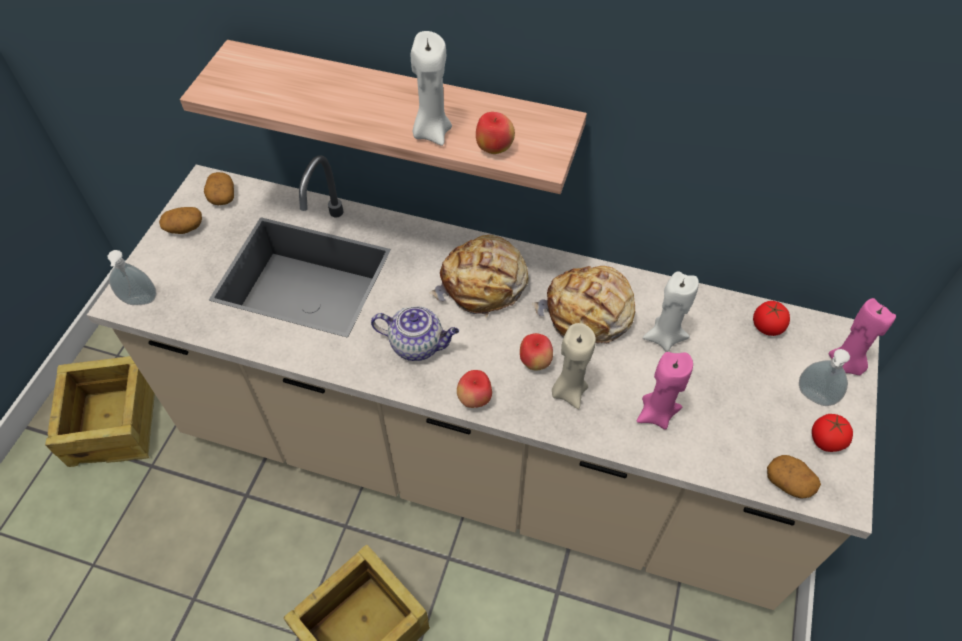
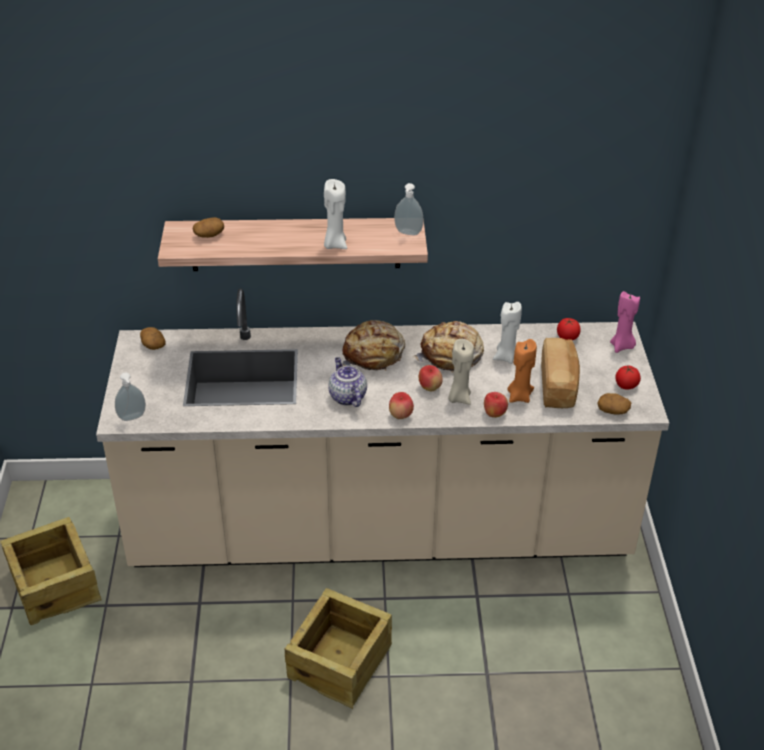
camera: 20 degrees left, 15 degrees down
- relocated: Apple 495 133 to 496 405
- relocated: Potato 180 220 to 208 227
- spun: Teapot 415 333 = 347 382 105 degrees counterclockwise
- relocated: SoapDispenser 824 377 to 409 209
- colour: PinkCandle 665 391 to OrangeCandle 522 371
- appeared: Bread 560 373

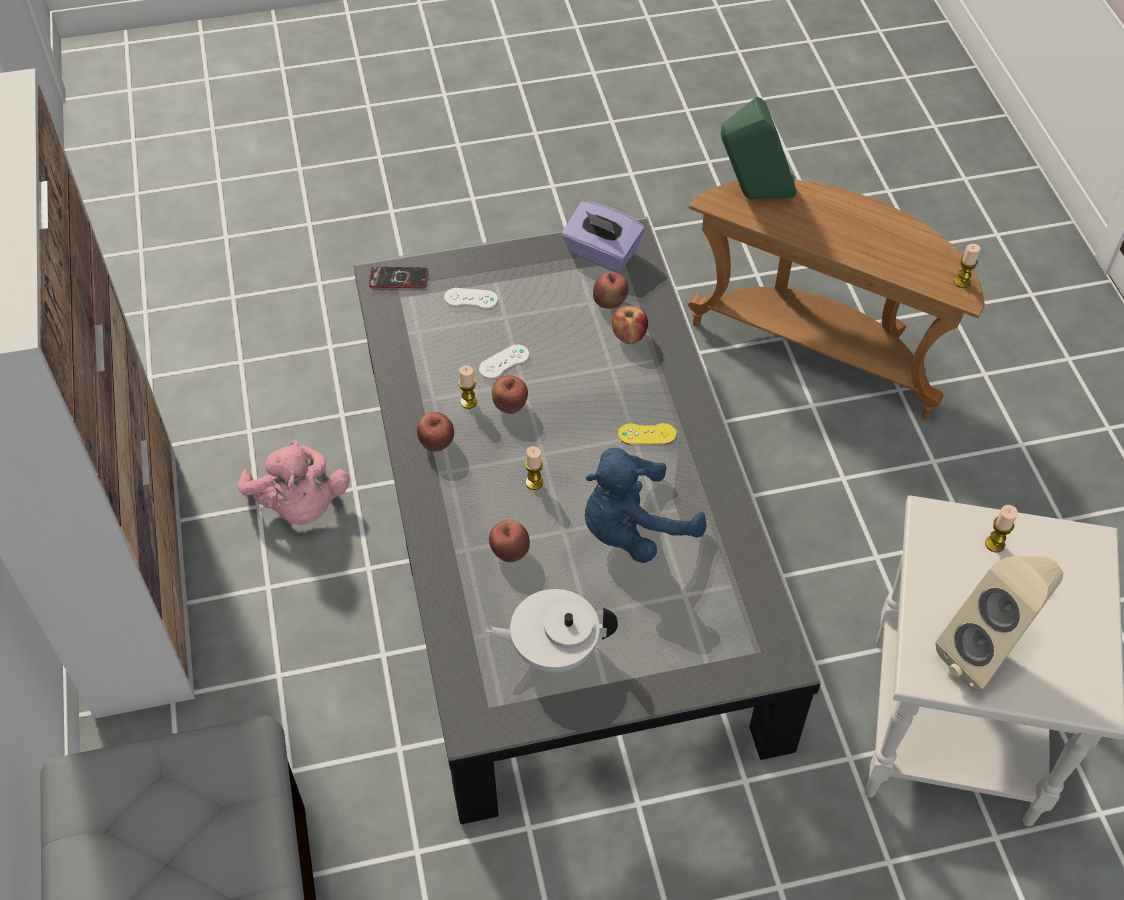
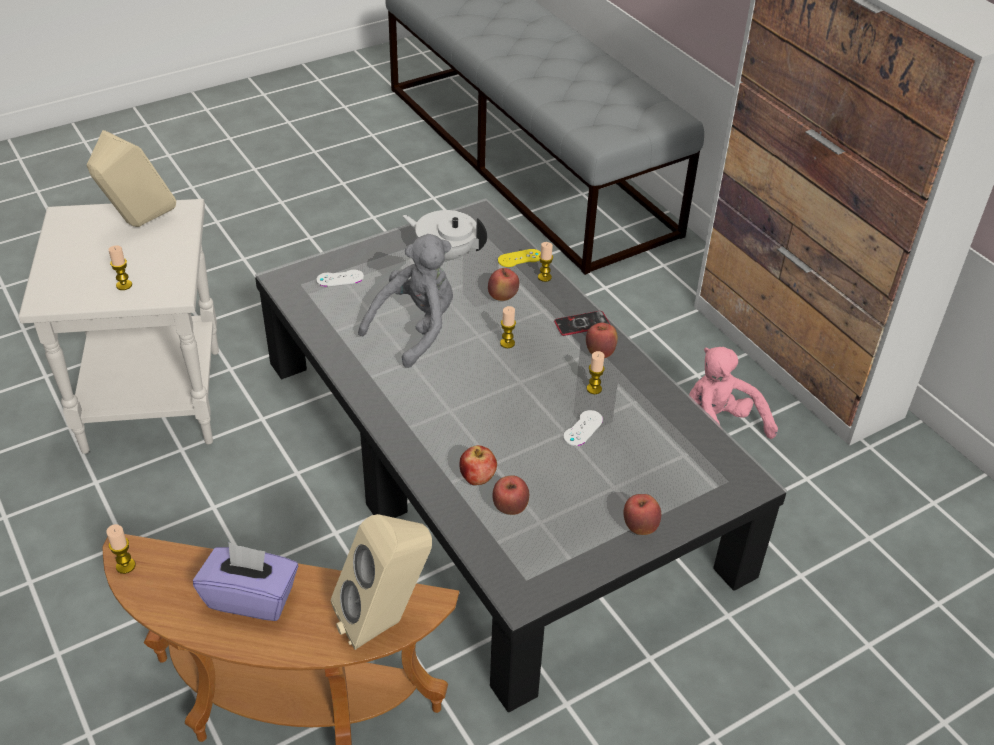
camera: 160 degrees right, 10 degrees down
- colour: GreenSpeaker 759 148 to BeigeSpeaker 381 582
- relocated: PurpleTissueBox 603 237 to 245 581
- relocated: Phone 398 277 to 582 323
- relocated: WhiteGameController 471 298 to 340 278
- relocated: Apple 510 394 to 642 514
- relocated: YellowGameController 647 434 to 519 258
- colour: BluePlushToy 645 505 to GreyPlushToy 405 301
- spun: WhiteTeapot 551 631 = 445 235 135 degrees counterclockwise
- appeared: Candle 545 262

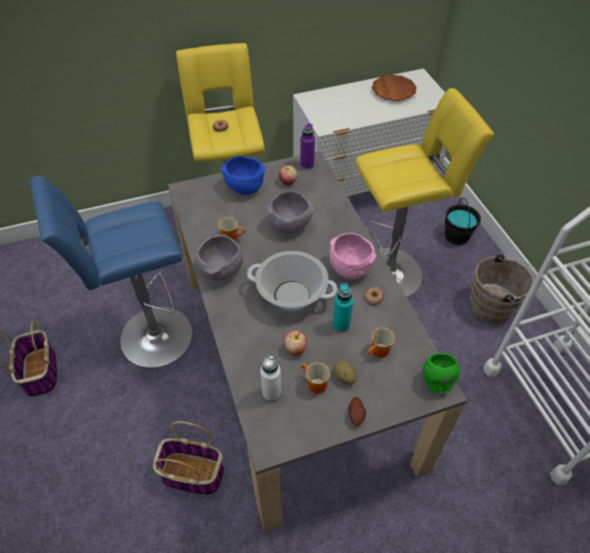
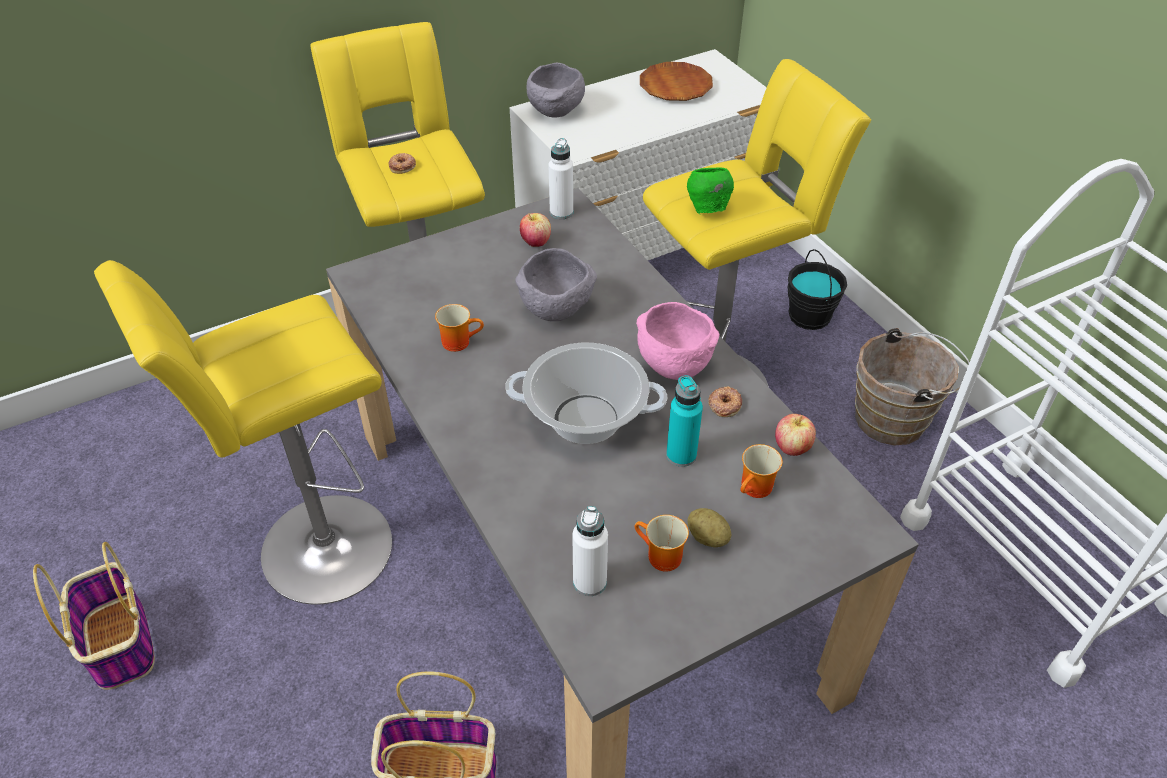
camera: 10 degrees left, 5 degrees down
- colour: PurpleBottle 307 146 to WhiteBottle 560 178
- missing: BlueBowl 243 175
- colour: BlueStool 111 271 to YellowStool 243 432
- relocated: GreyBowl 219 257 to 555 90
- relocated: Apple 295 342 to 795 435
- relocated: GreenBowl 441 373 to 710 191
- missing: Potato 357 411

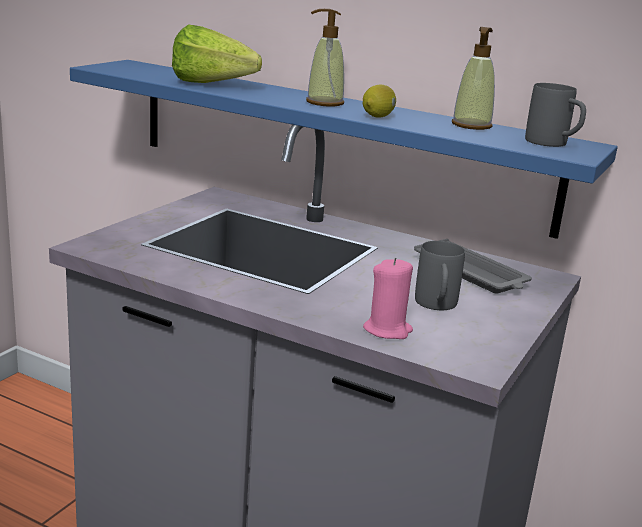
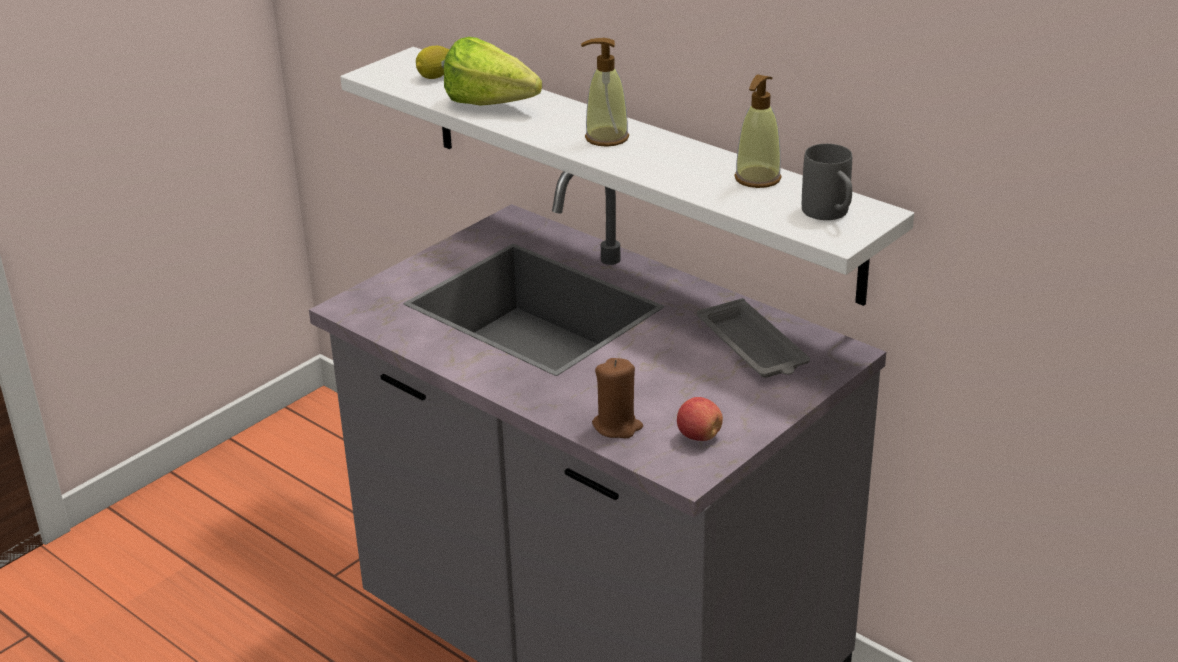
camera: 15 degrees right, 10 degrees up
- colour: BlueShelf 344 149 to WhiteShelf 627 176
- relocated: Lemon 379 101 to 432 62
- missing: GreyMug 440 275
- colour: PinkCandle 388 298 to BrownCandle 617 398
- appeared: Apple 700 419

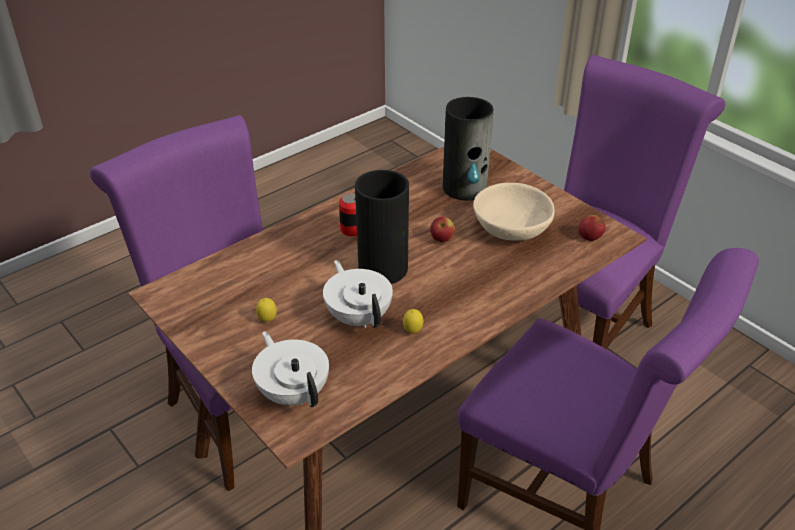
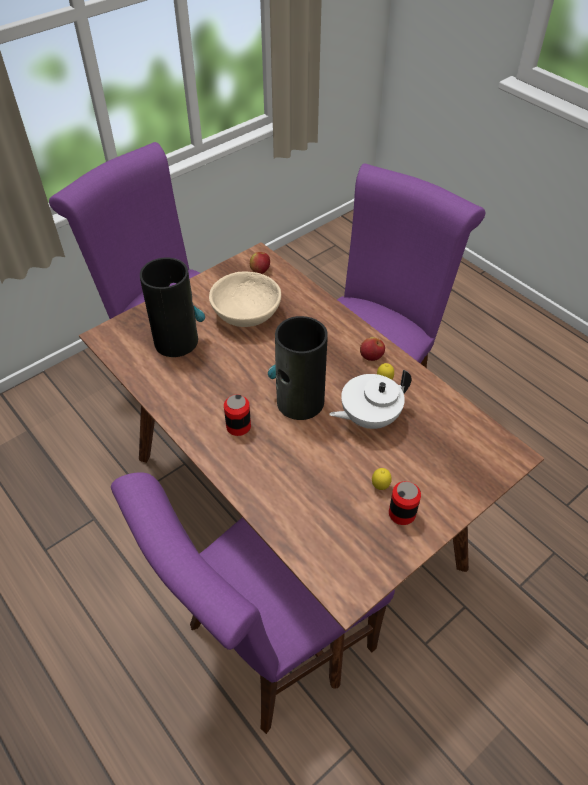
camera: 90 degrees left, 10 degrees up
- relocated: Apple 442 229 to 372 349
- missing: WhiteTeapot 290 369
- appeared: Can 405 503

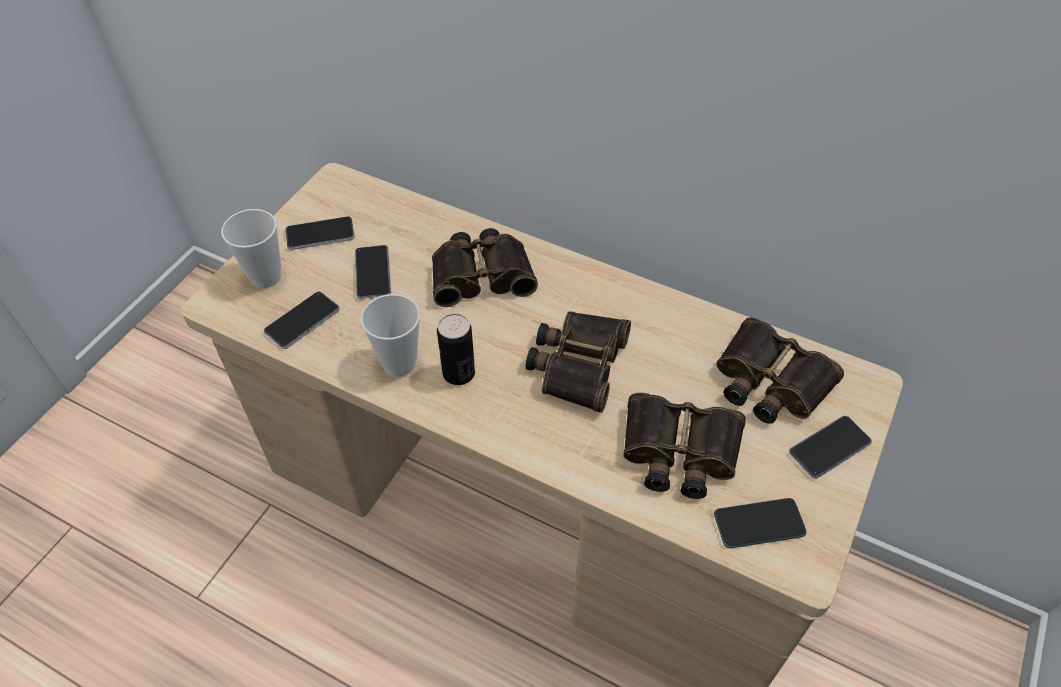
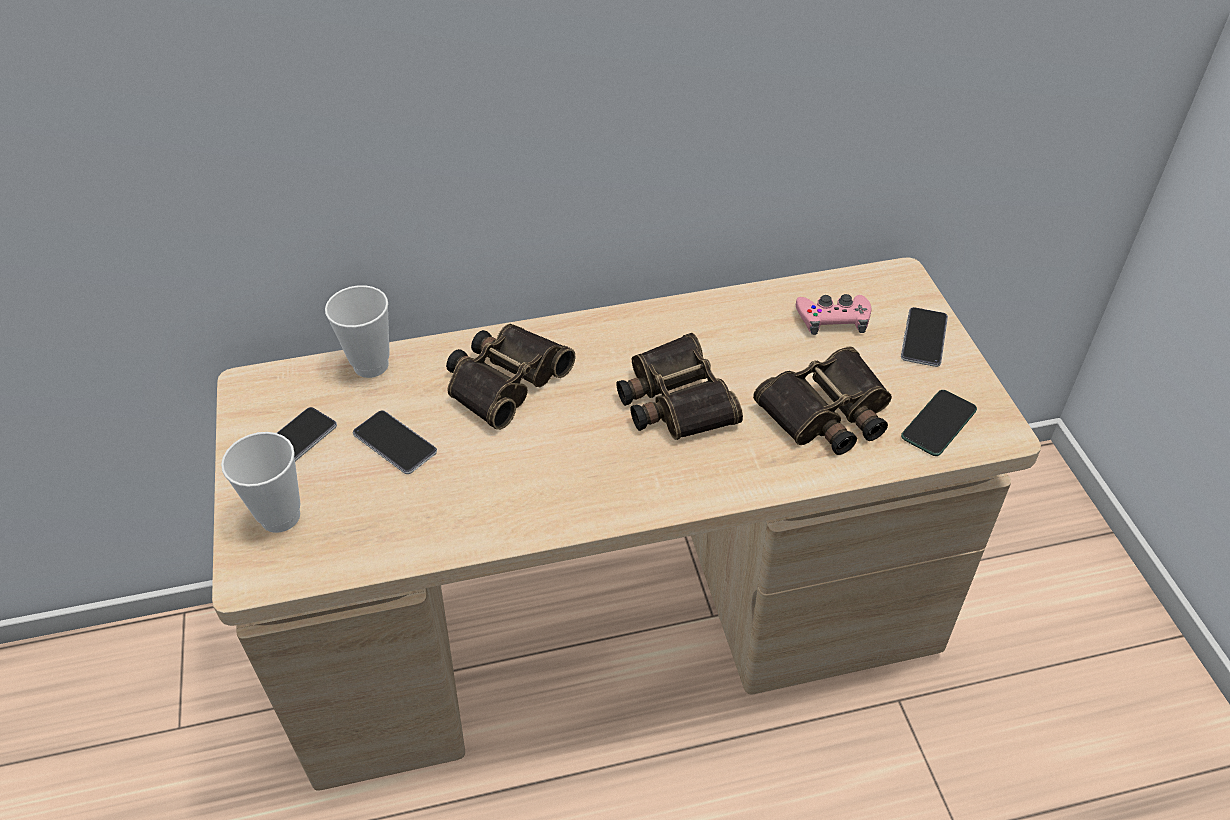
camera: 40 degrees left, 5 degrees down
- missing: Phone 301 320
- relocated: Cup 390 335 to 357 331
- missing: Can 456 349
- exchanged: Binoculars 780 370 to PinkGameController 833 314

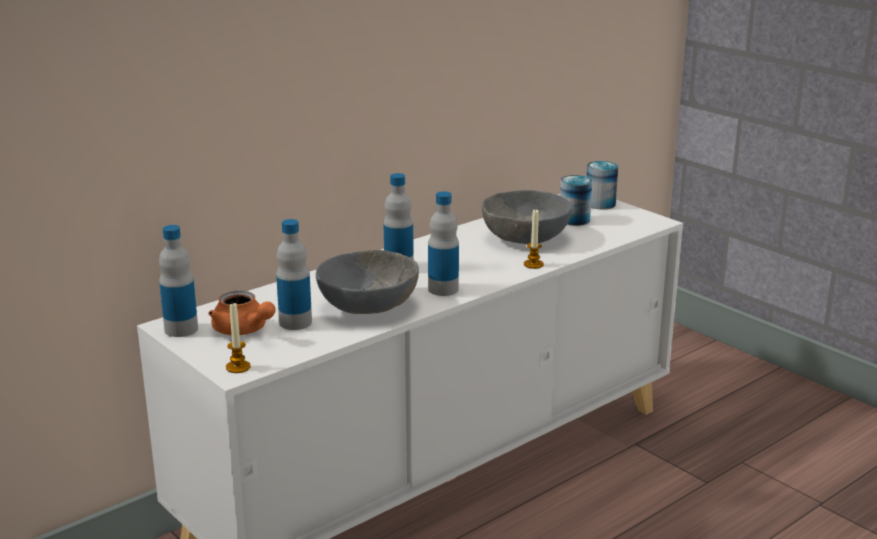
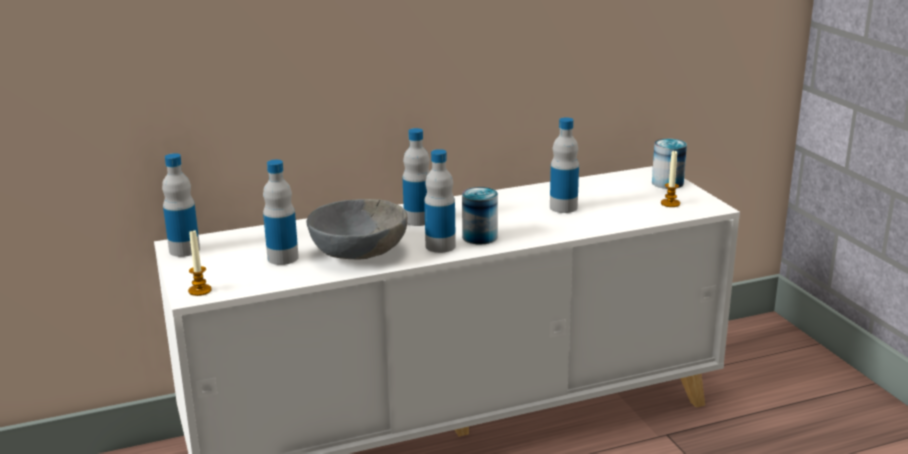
camera: 20 degrees right, 0 degrees up
- relocated: Can 576 200 to 480 216
- exchanged: GreyBowl 527 217 to Bottle 564 165
- relocated: Candle 534 239 to 670 178
- missing: OrangeTeapot 242 312

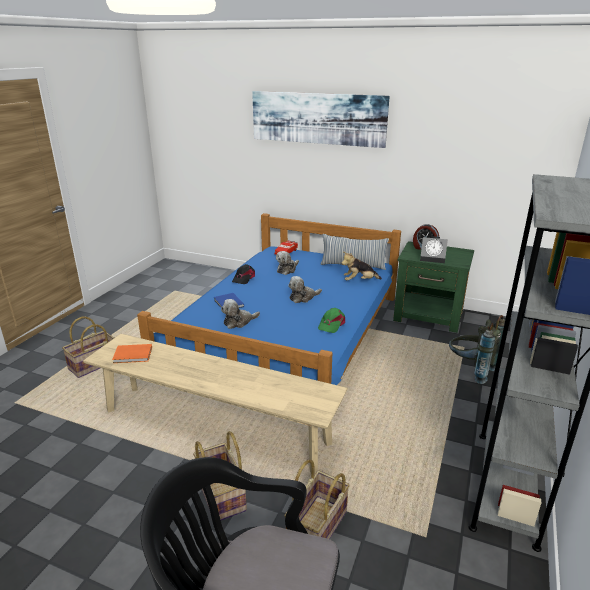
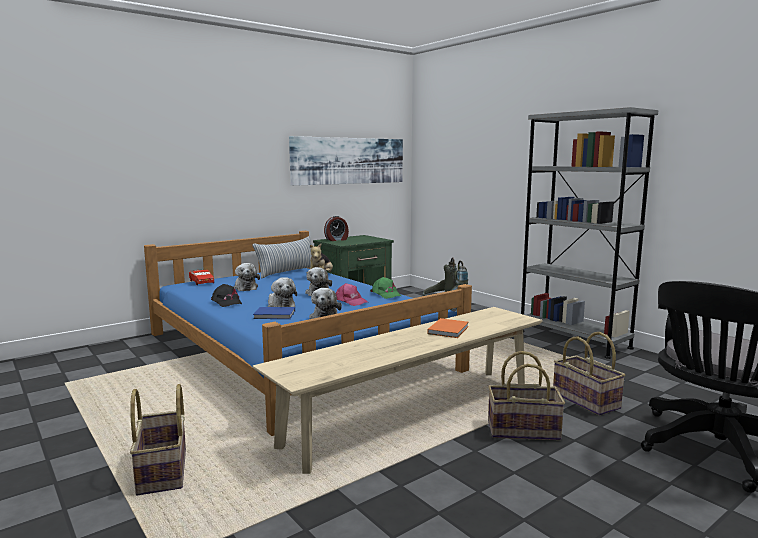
camera: 60 degrees left, 15 degrees down
- relocated: Picture 321 119 to 346 161
- missing: AlarmClock 434 249
- relocated: OrangeBook 132 353 to 448 328
- appeared: PlushToy 282 292
- appeared: PinkCap 352 294

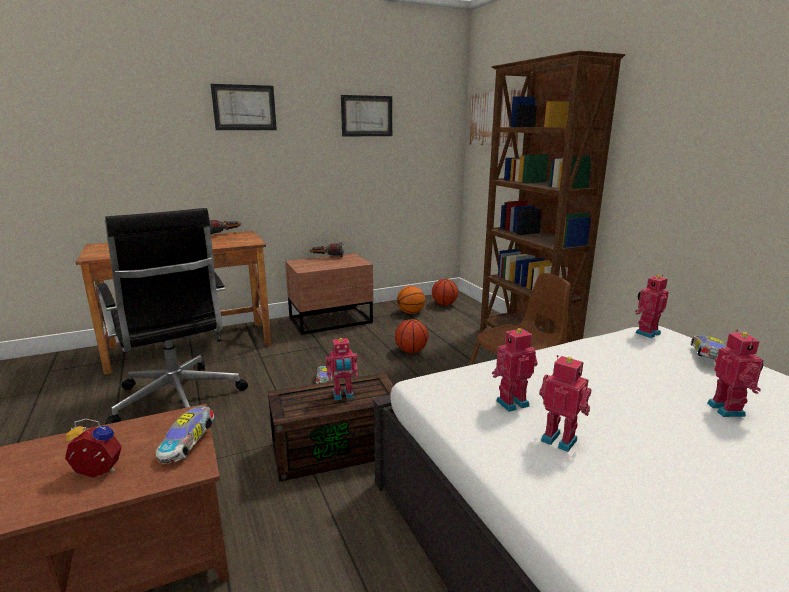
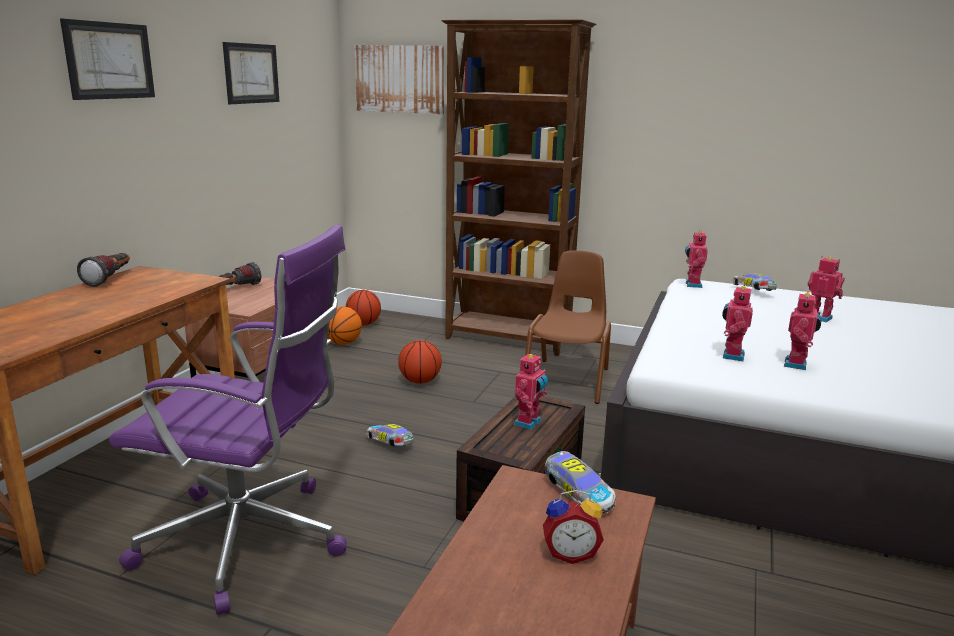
camera: 45 degrees left, 0 degrees up
- colour: BlackOfficeChair 172 316 to PurpleOfficeChair 227 419
- spun: ToyRobot 565 403 = 802 331 120 degrees clockwise
- spun: AlarmClock 93 448 = 573 527 135 degrees counterclockwise

